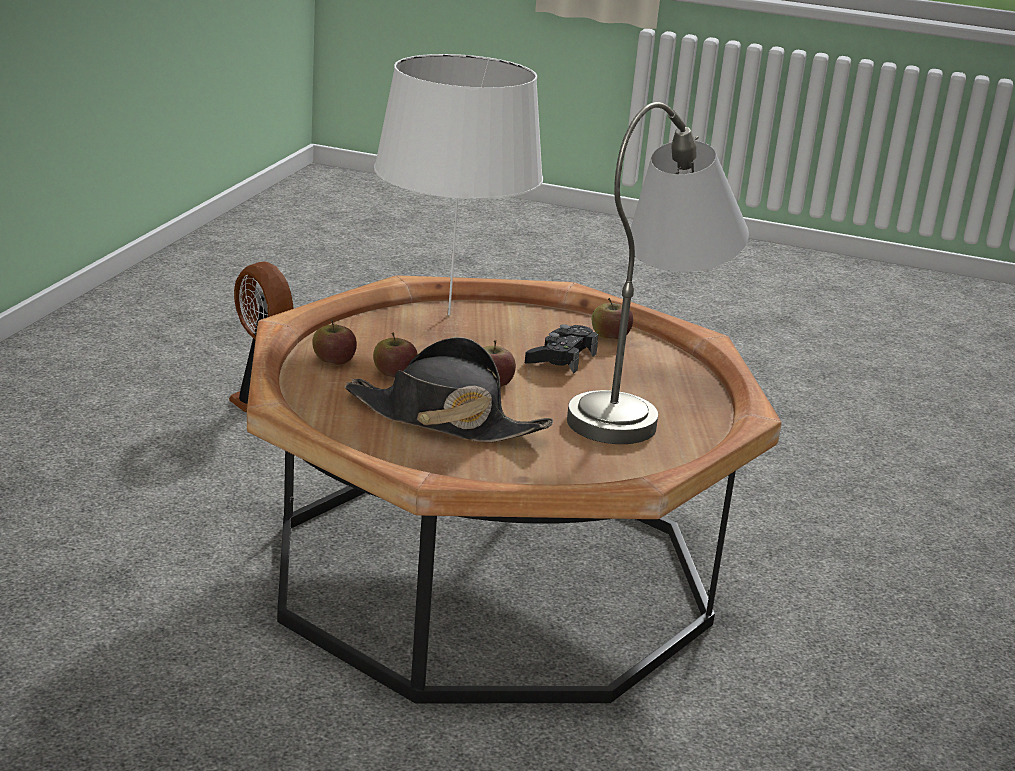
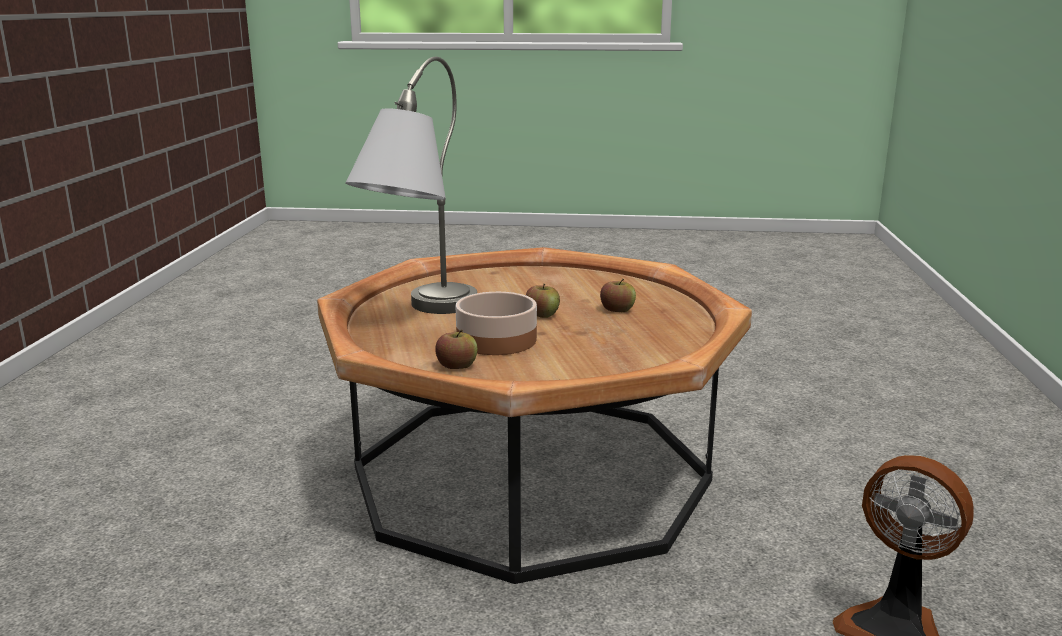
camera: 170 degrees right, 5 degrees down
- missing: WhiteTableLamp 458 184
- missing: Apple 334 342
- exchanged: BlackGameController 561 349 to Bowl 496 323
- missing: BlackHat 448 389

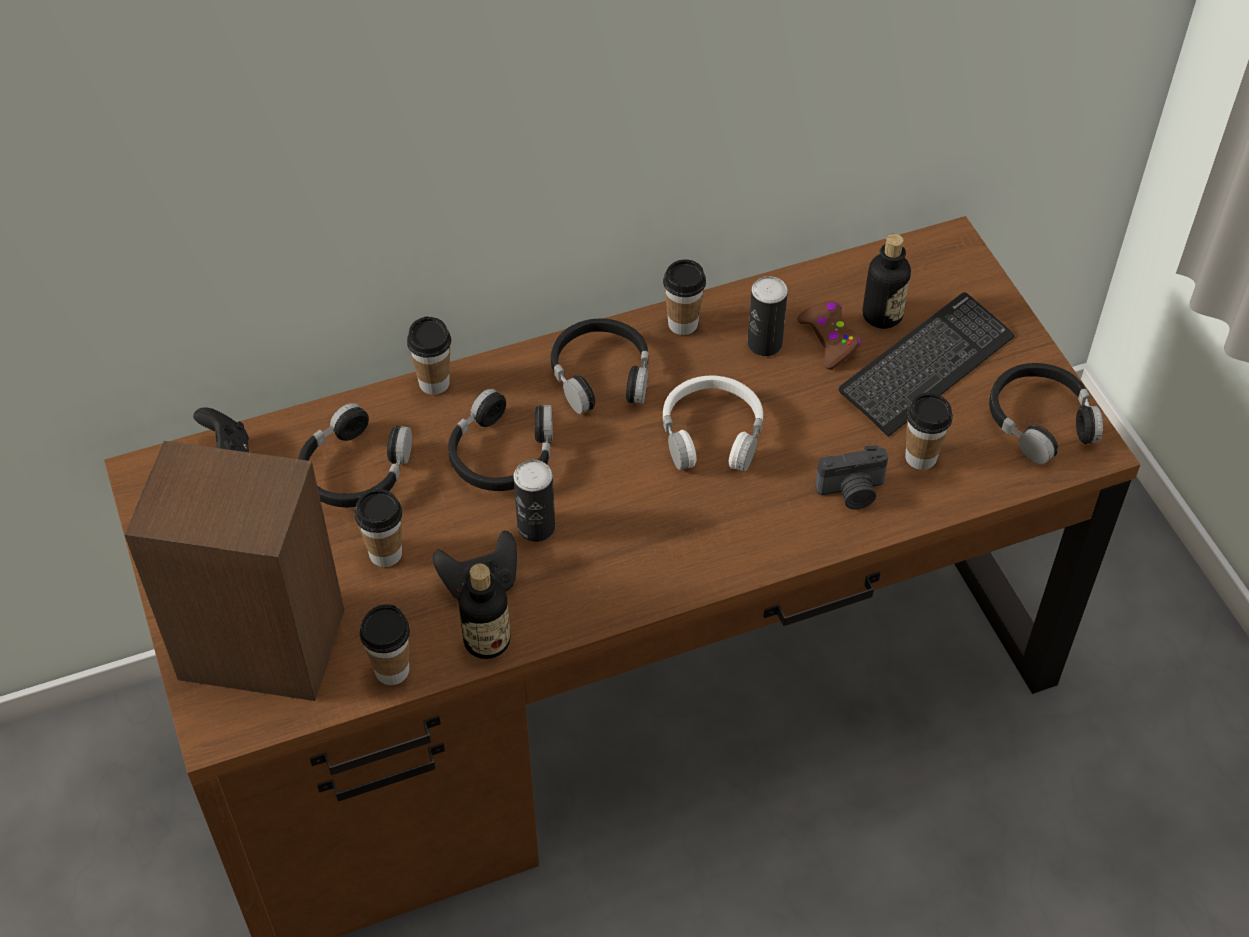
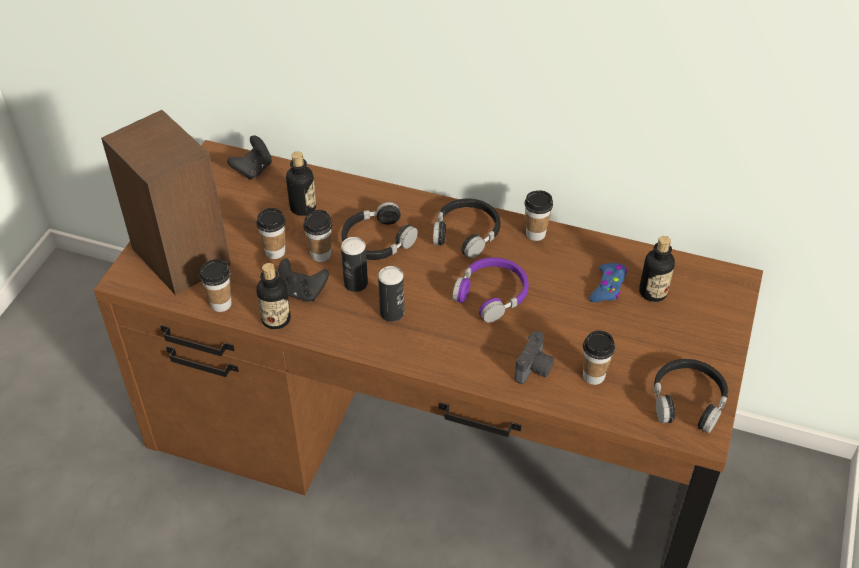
camera: 40 degrees right, 5 degrees down
- relocated: Can 767 316 to 391 294
- missing: Keyboard 927 364
- colour: BrownGameController 829 335 to BlueGameController 608 282
- relocated: Cup 429 355 to 317 236
- colour: WhiteHeadphones 713 423 to PurpleHeadphones 490 290
- exchanged: BlackHeadphones 355 455 to Bottle 301 184
- spun: PhotoCamera 851 477 = 534 357 90 degrees counterclockwise

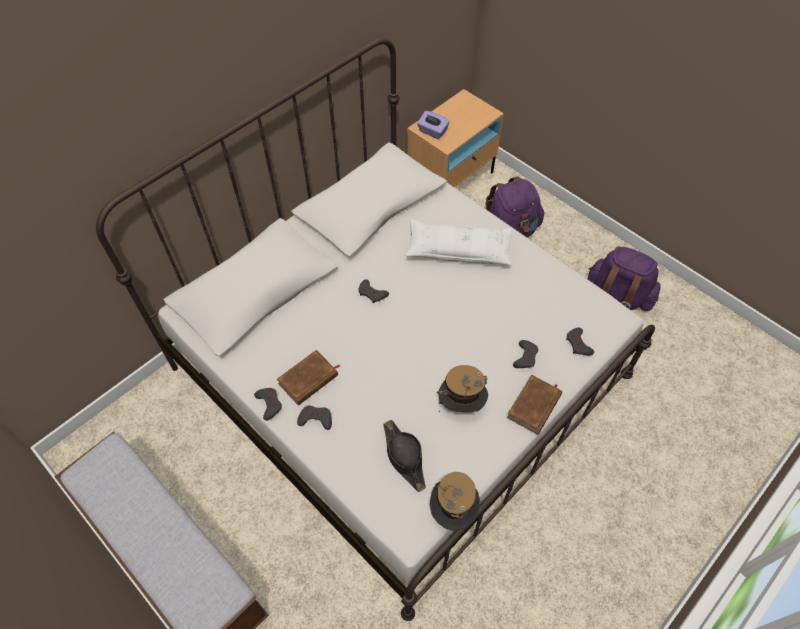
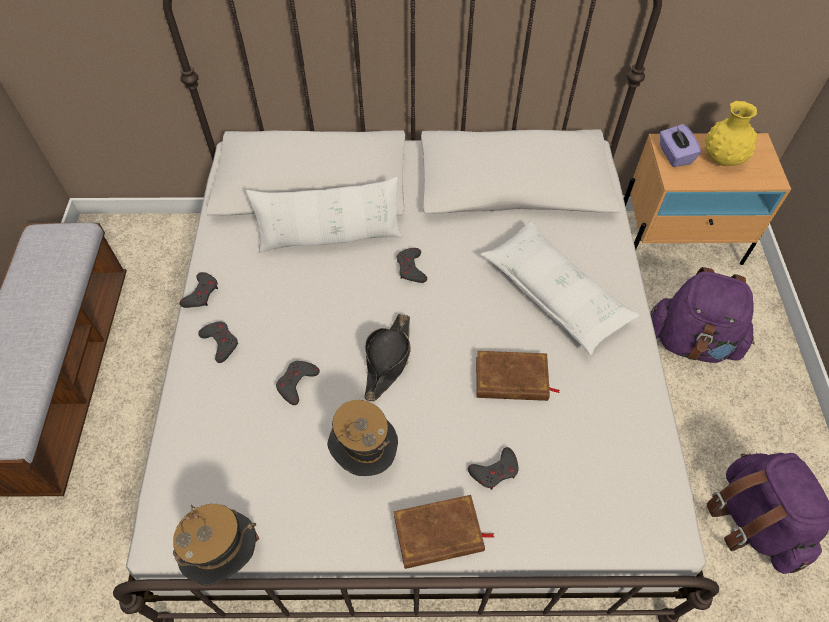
camera: 45 degrees right, 0 degrees up
- relocated: GreyGameController 580 342 to 298 383
- relocated: BrownBook 308 378 to 518 376
- relocated: BlackHat 404 456 to 387 357
- appeared: YellowVase 731 133
- appeared: WhitePillow 324 215

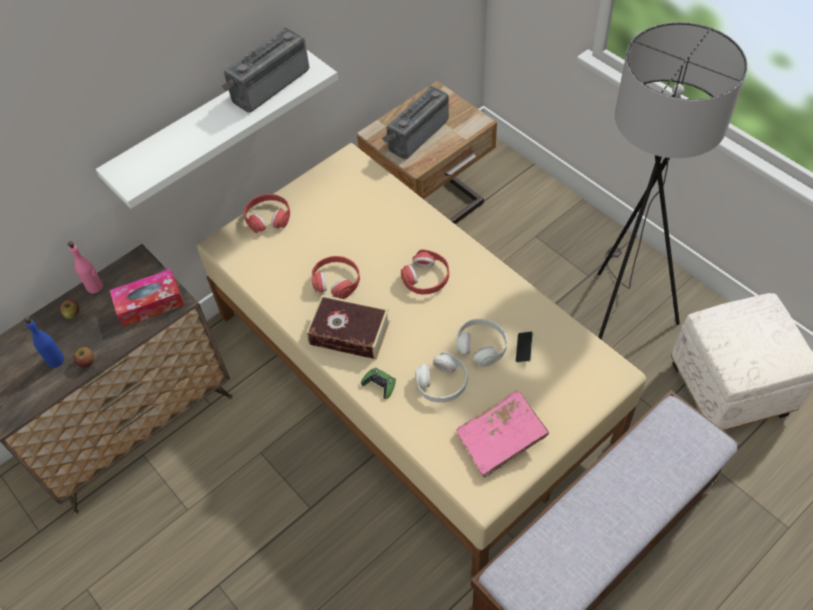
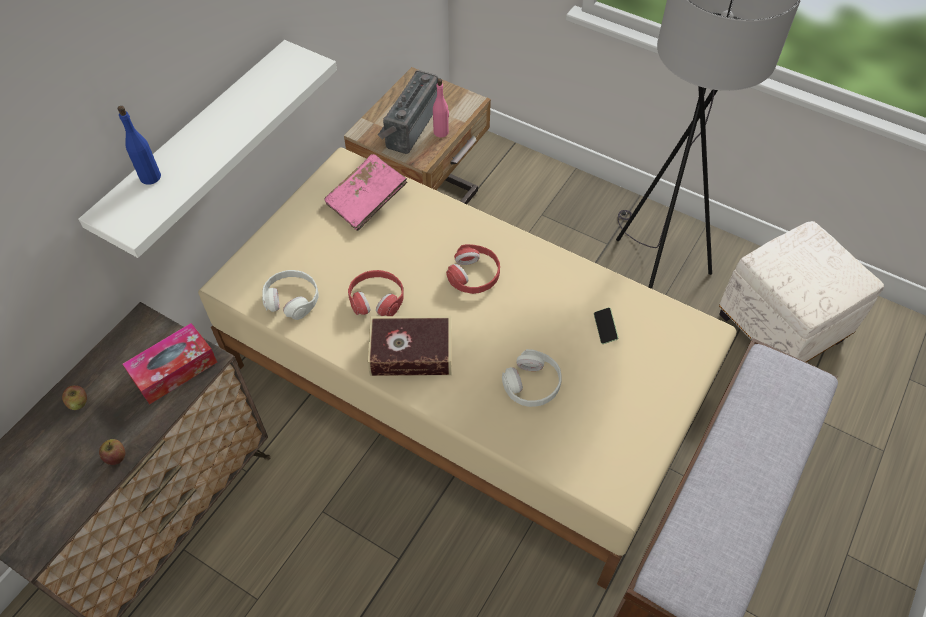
camera: 20 degrees left, 0 degrees up
- missing: Radio 265 70
- missing: RedHeadphones 267 213
- relocated: PinkBottle 85 267 to 441 108
- relocated: BlueBottle 44 342 to 139 145
- relocated: WhiteHeadphones 481 342 to 290 295
- missing: GreenGameController 378 383
- relocated: PinkBook 503 434 to 365 192

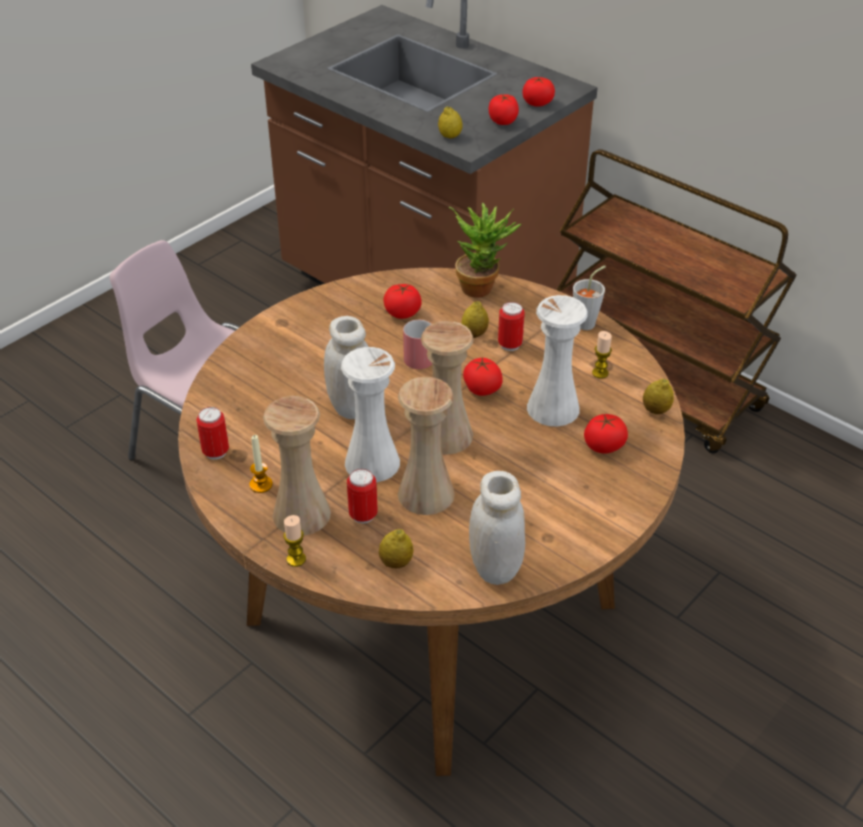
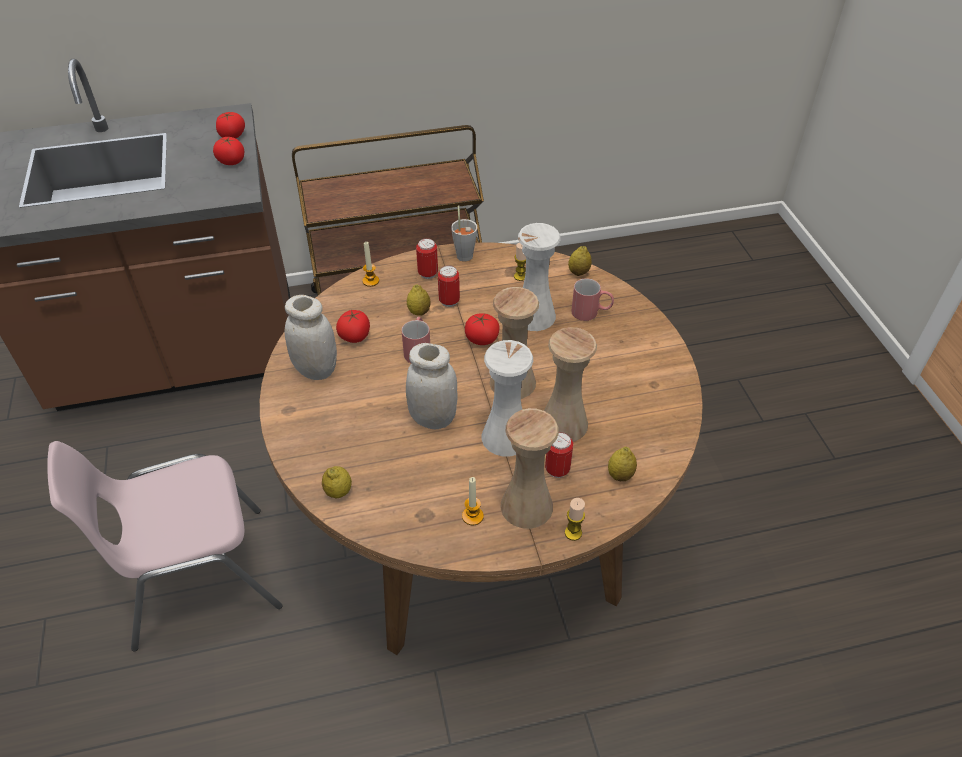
camera: 55 degrees left, 5 degrees up
- relocated: Lemon 450 123 to 337 482
- exchanged: PottedPlant 485 250 to Candle 370 264
- relocated: Can 212 433 to 427 258
- exchanged: Tomato 606 433 to RedMug 592 299
- relocated: WhiteJar 497 528 to 311 337

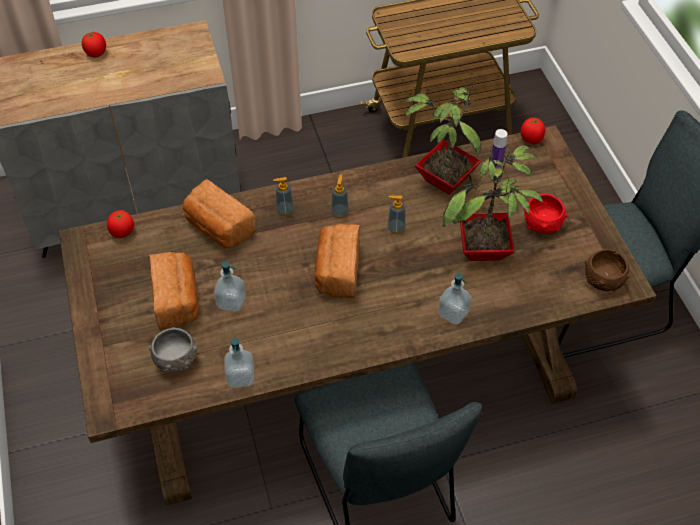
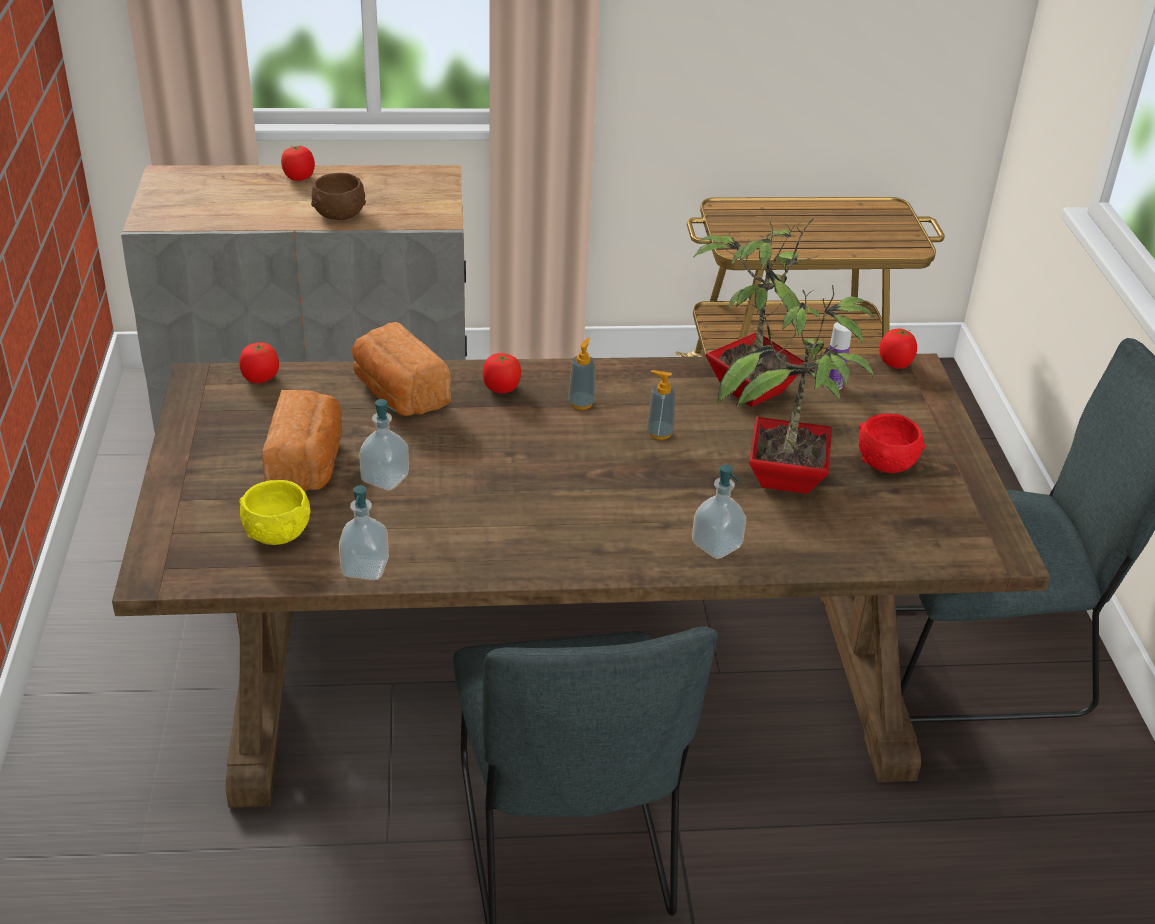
camera: 10 degrees right, 15 degrees down
- exchanged: SoapDispenser 283 196 to Tomato 502 373
- missing: Bread 337 261
- relocated: BrownBowl 607 270 to 338 196
- colour: GreyBowl 173 350 to YellowBowl 275 512

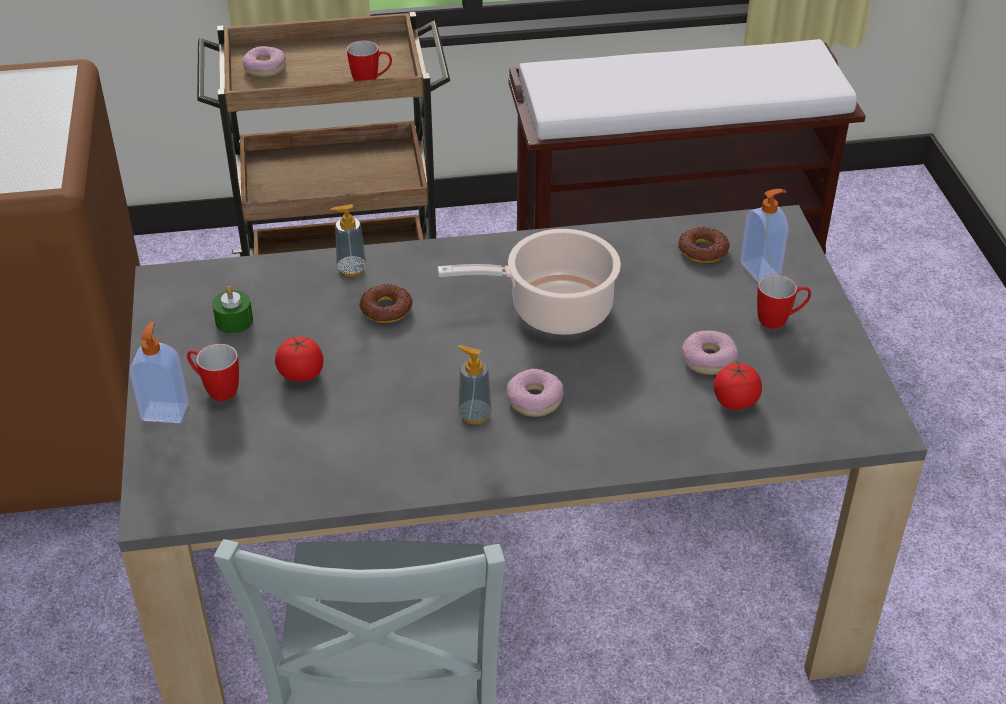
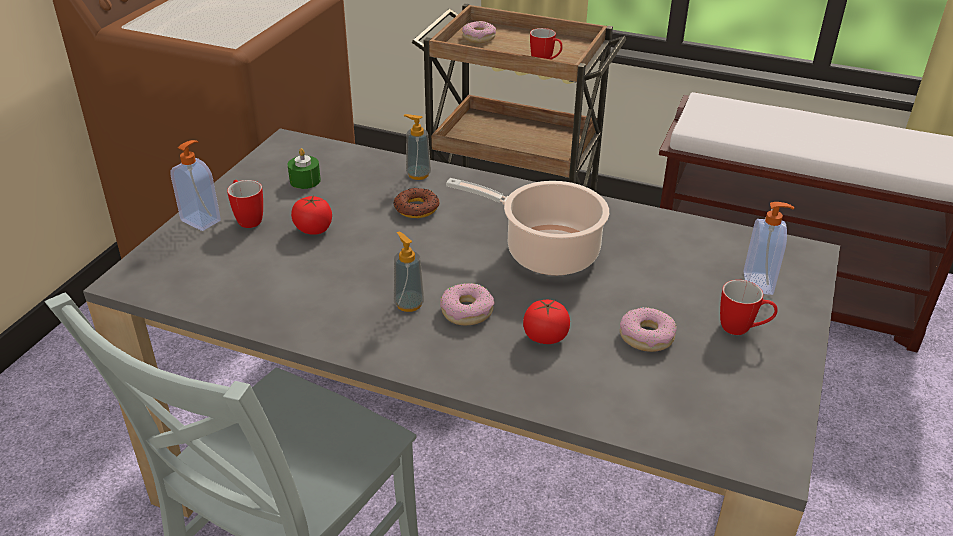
camera: 30 degrees right, 5 degrees down
- missing: Donut 703 245
- relocated: Tomato 738 386 to 546 322

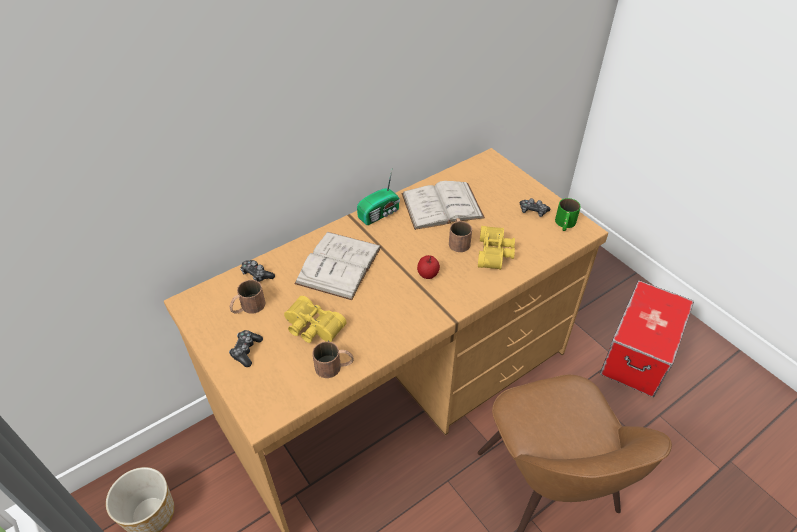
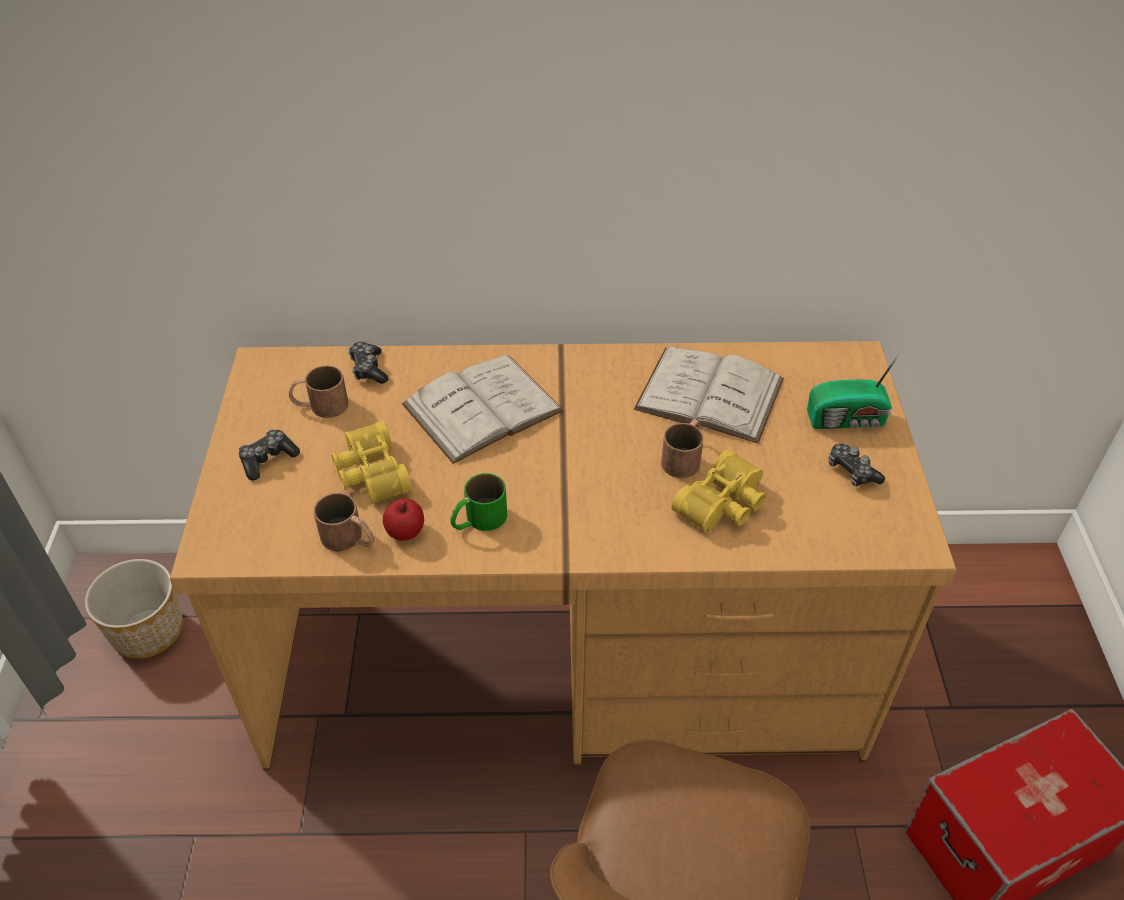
camera: 35 degrees right, 0 degrees up
- relocated: Radio 378 197 to 854 390
- relocated: GreenMug 568 214 to 478 502
- relocated: Apple 428 267 to 403 519

